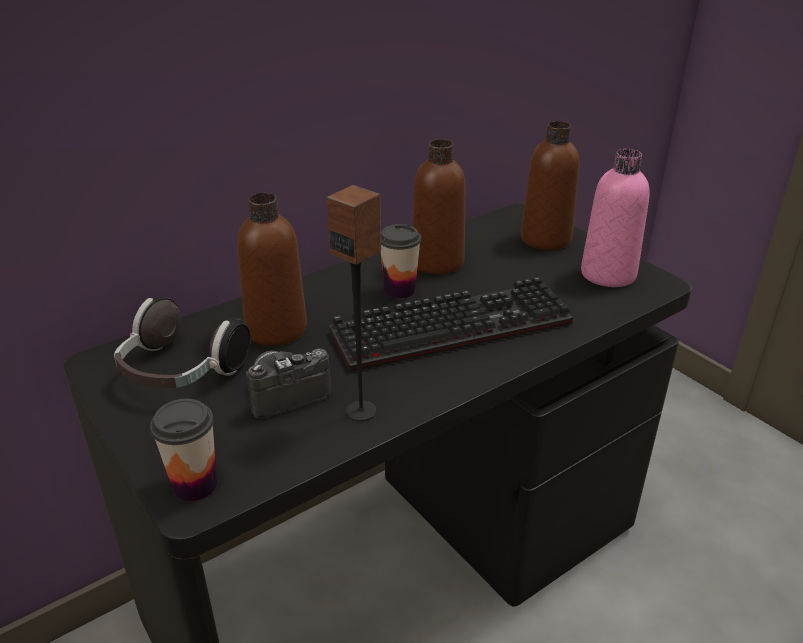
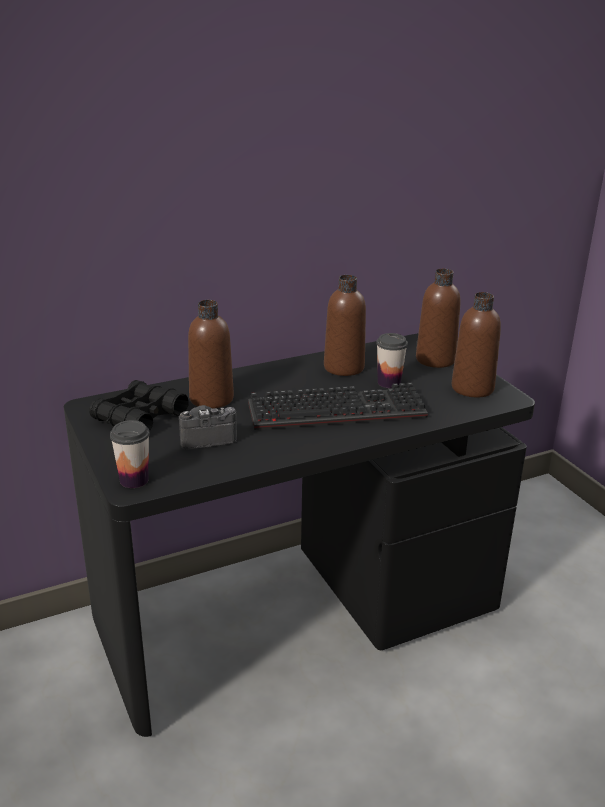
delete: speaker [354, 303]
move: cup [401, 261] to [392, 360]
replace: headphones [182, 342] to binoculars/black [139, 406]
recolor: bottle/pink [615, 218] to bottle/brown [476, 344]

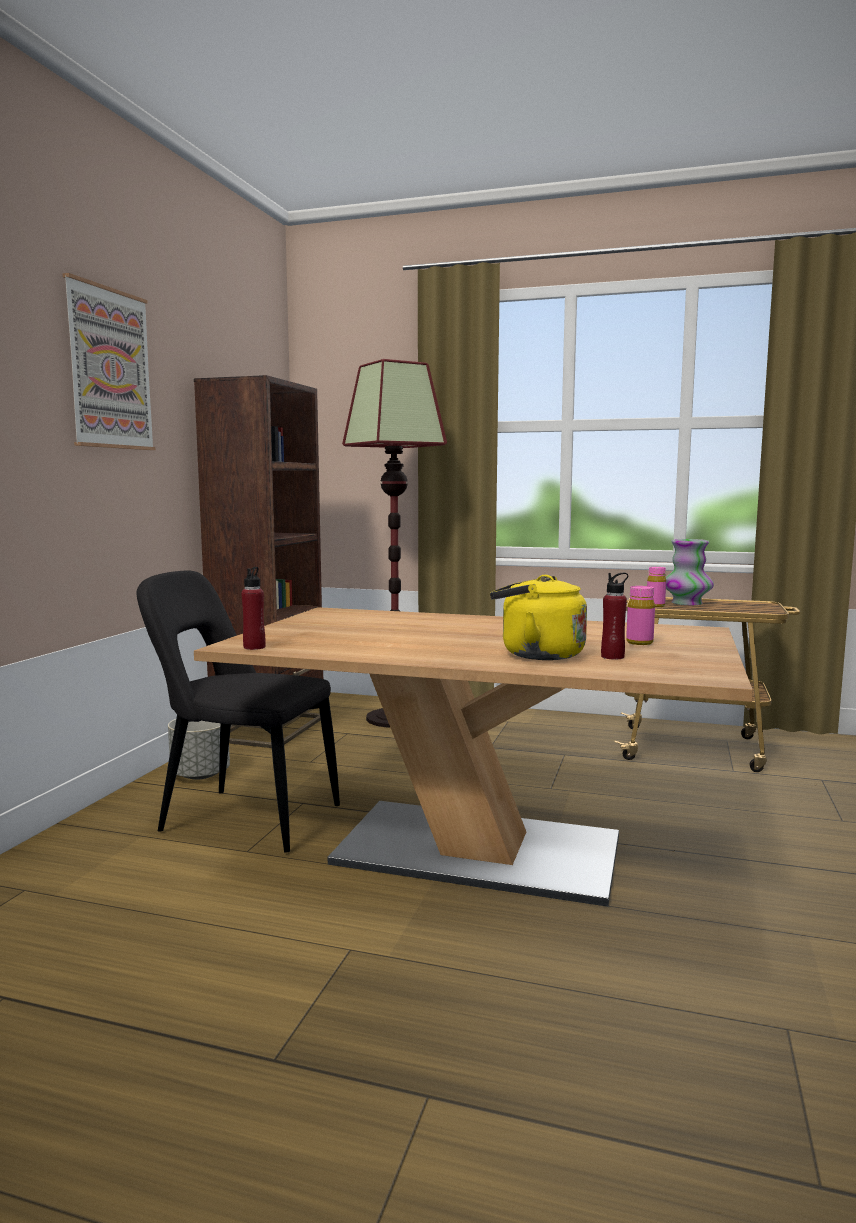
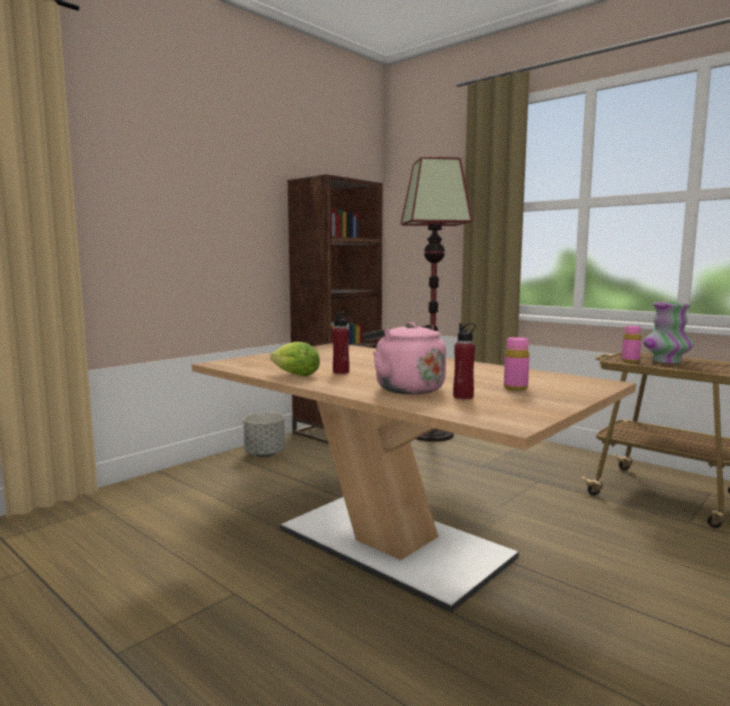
delete: picture [109, 361]; chair/black [238, 711]
insert: lettuce [295, 359]
move: bottle/red [253, 608] to [341, 342]
recolor: kettle/yellow [538, 617] to kettle/pink [404, 358]

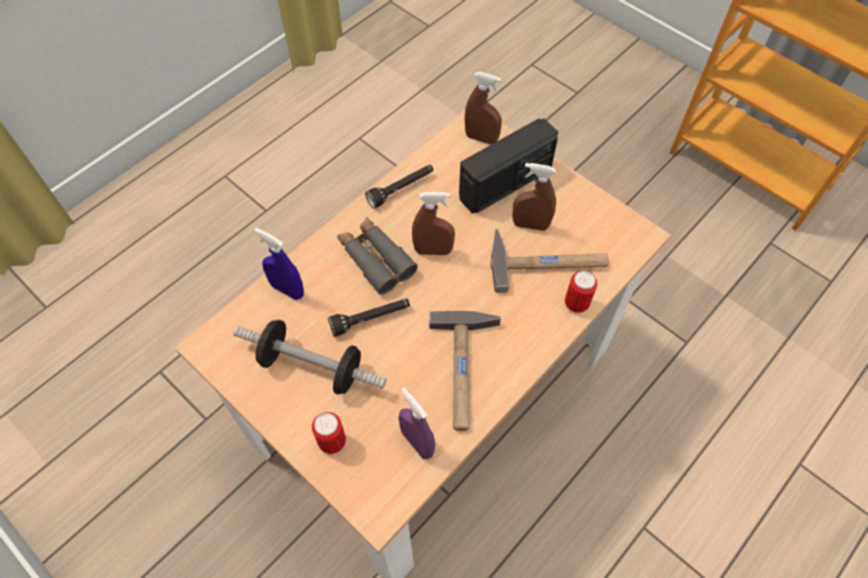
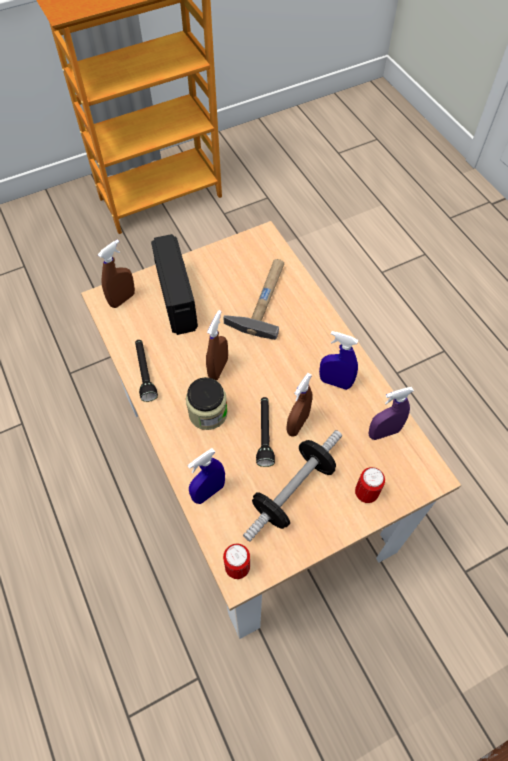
move: spray bottle/brown [534, 197] to [299, 405]; can [581, 292] to [236, 561]
replace: binoculars/grey [377, 256] to jar [207, 403]; hammer [465, 371] to spray bottle/blue [338, 360]

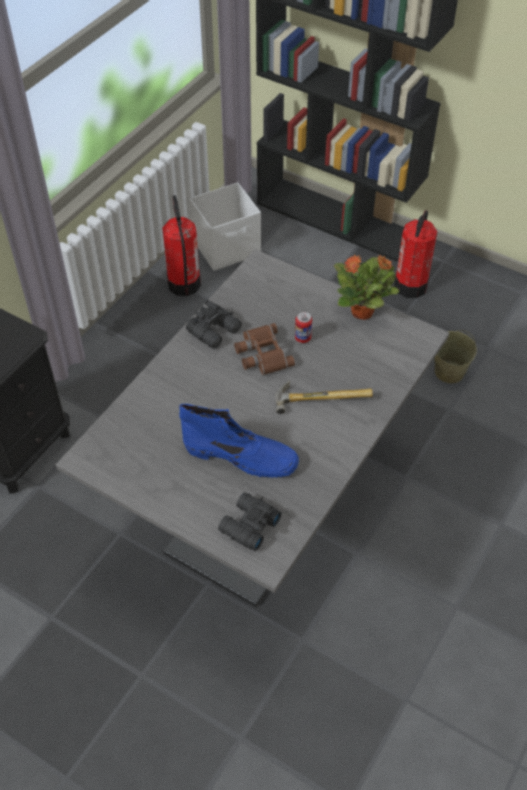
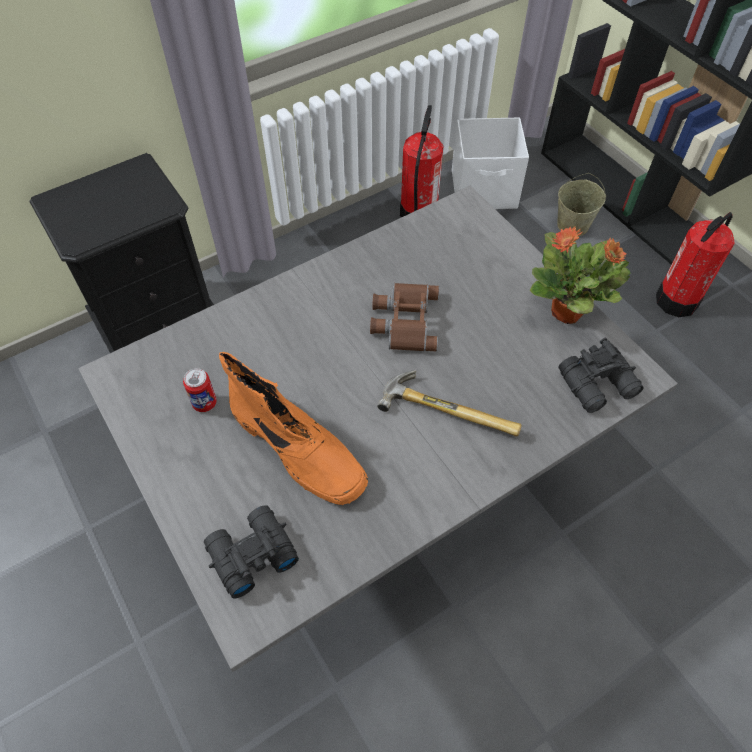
move: binoculars/black [214, 324] to [601, 375]; can [303, 327] to [200, 390]; bucket/beige [456, 356] to [581, 204]
recolor: boot/blue [239, 441] to boot/orange [293, 428]

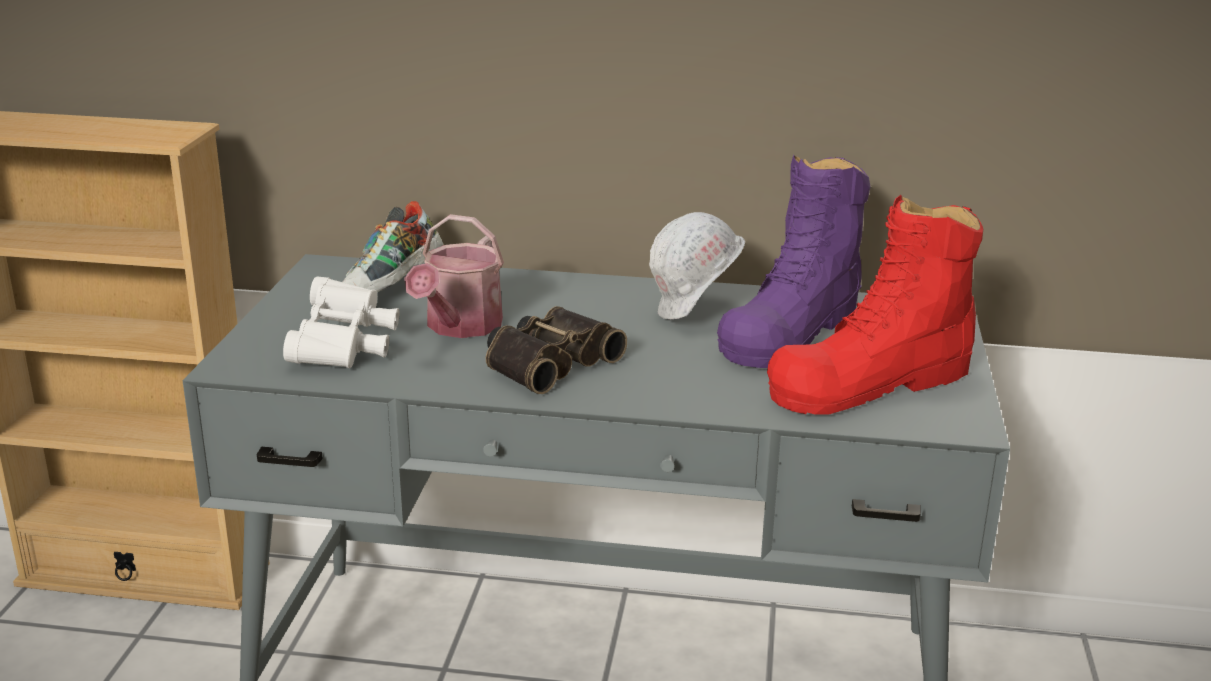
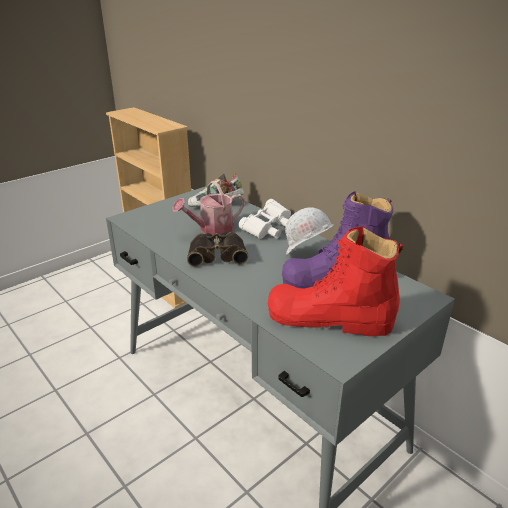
move: binoculars/white [341, 322] to [265, 219]

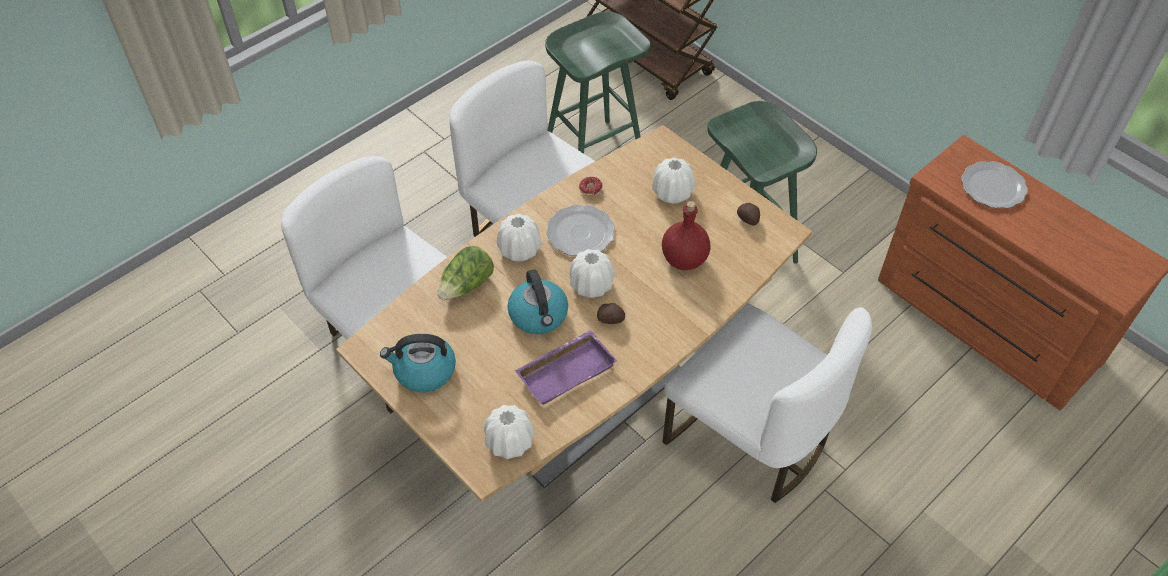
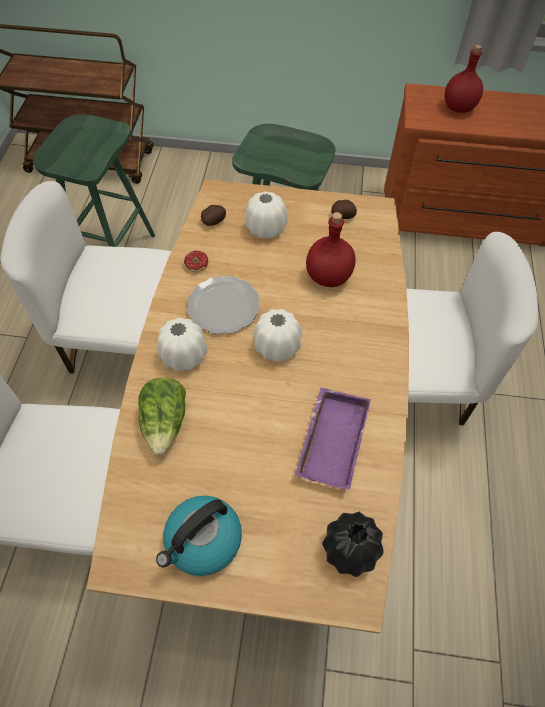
delete: kettle [538, 301]
move: potato [611, 313] to [213, 215]
replace: plate [994, 184] to bottle/red [463, 79]
recolor: vase/white [509, 432] to vase/black [352, 544]

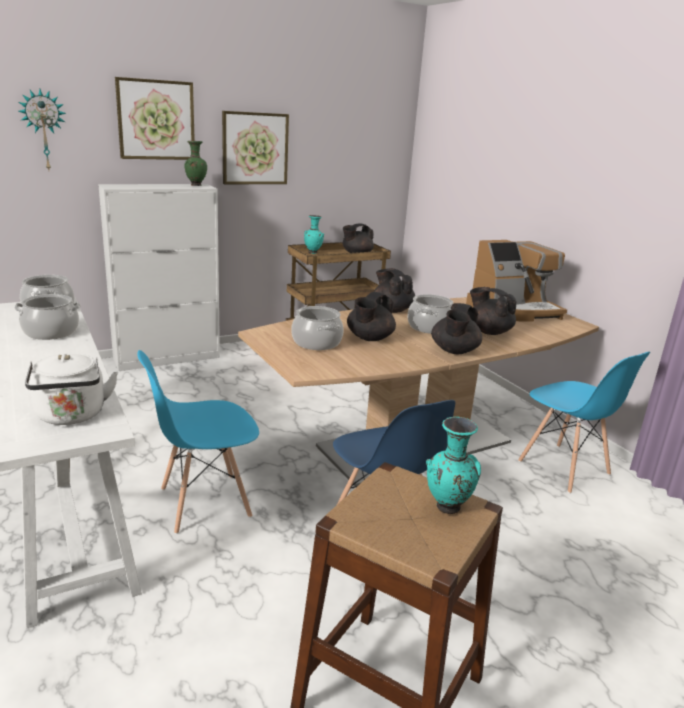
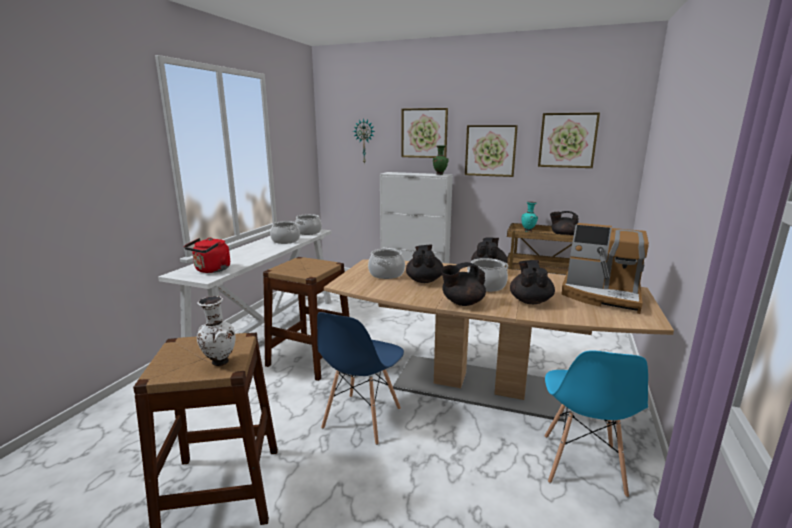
insert: picture [569, 140]
replace: chair/blue [198, 442] to stool/brown [306, 319]
recolor: kettle/white [71, 389] to kettle/red [207, 255]; vase/turquoise [453, 465] to vase/white [216, 331]
rotate: teapot/black [371, 316] = [424, 264] 105 degrees clockwise

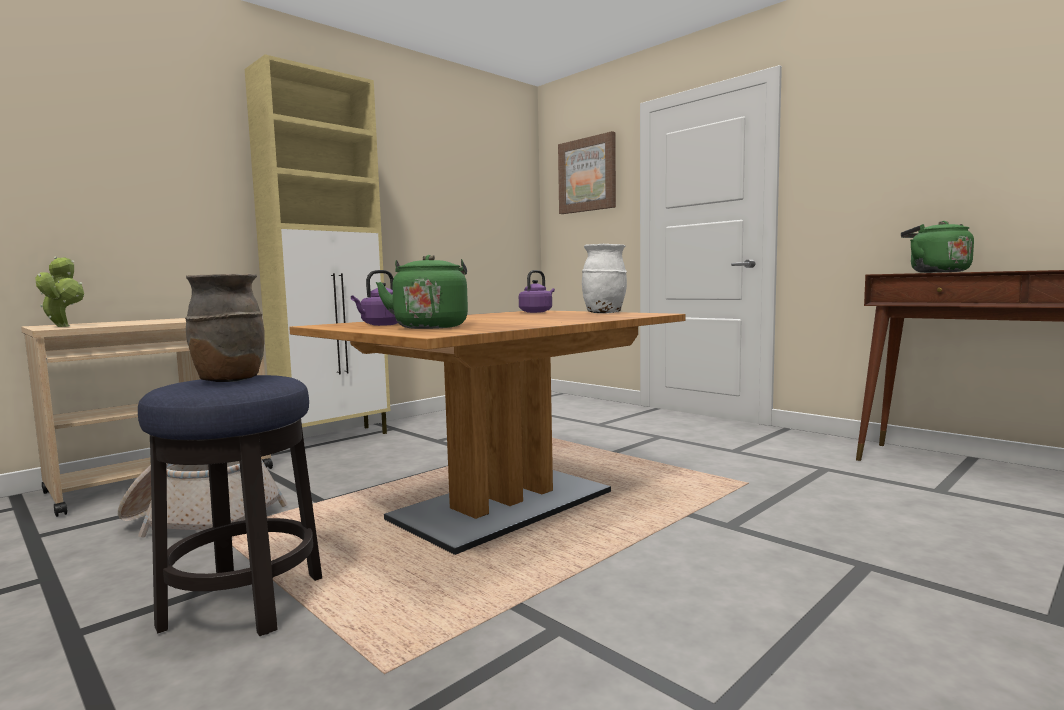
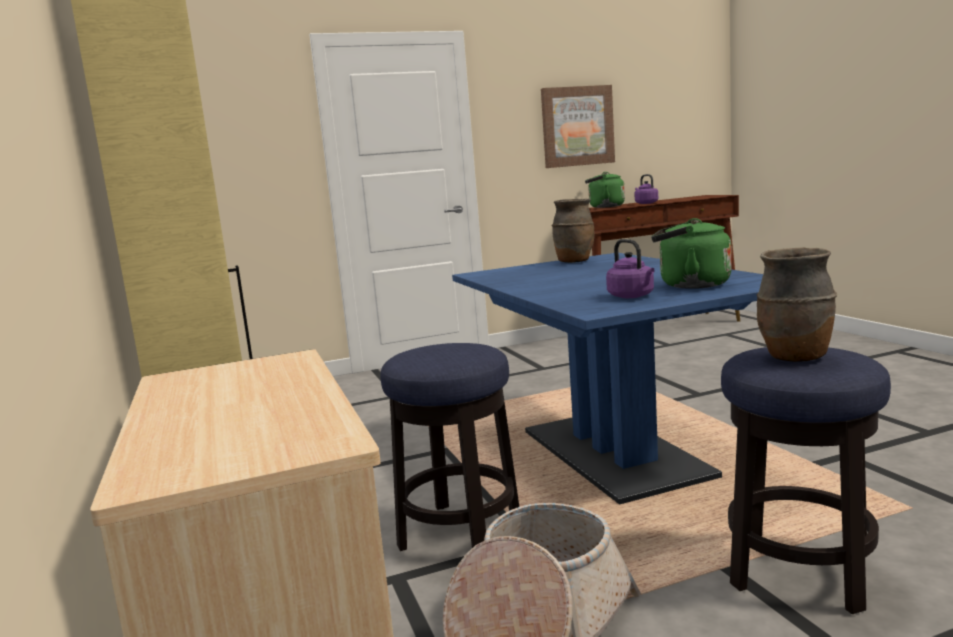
delete: potted plant [59, 291]
insert: stool [450, 447]
move: kettle/purple [537, 291] to [646, 189]; picture [587, 172] to [578, 126]
recolor: dining table/brown [487, 432] to dining table/blue [607, 378]; vase/white [604, 278] to vase/brown [573, 231]

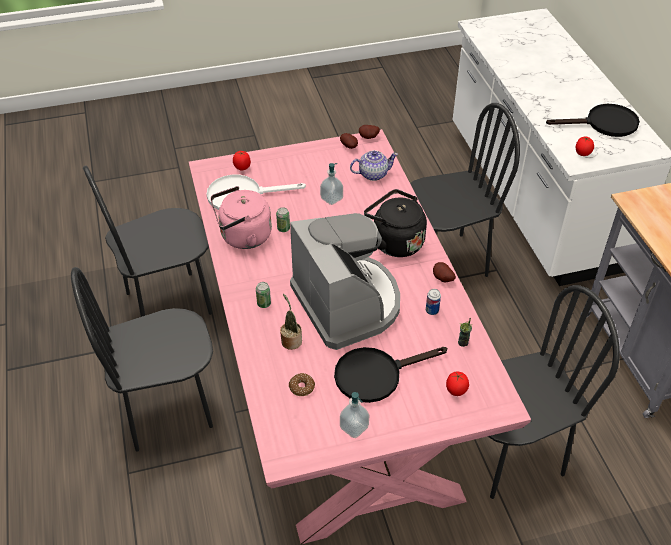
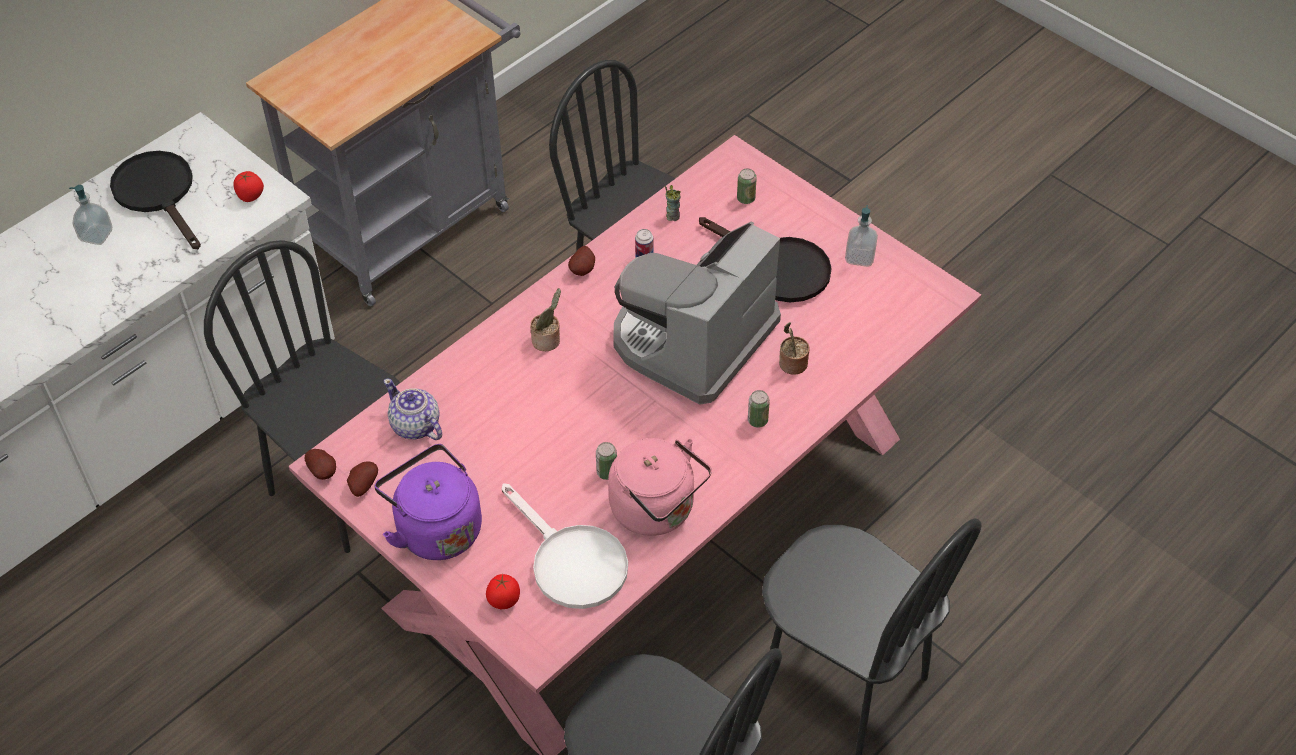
delete: donut [302, 384]
insert: kettle/purple [428, 502]
move: soap dispenser [331, 184] to [90, 215]
replace: kettle/black [395, 223] to potted plant [545, 319]; tomato [457, 384] to can [747, 186]

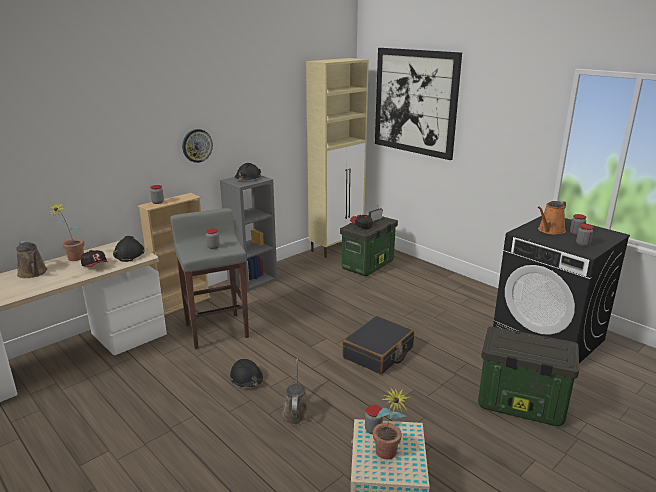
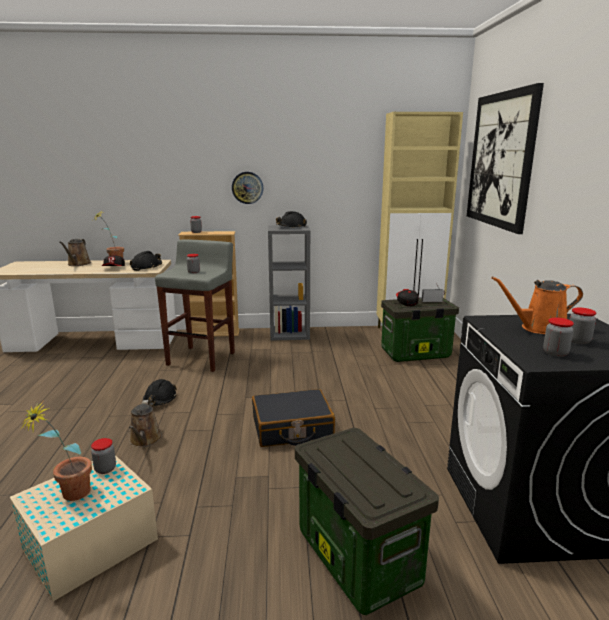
rotate: watering can/brown [296, 391] = [145, 423] 135 degrees clockwise

